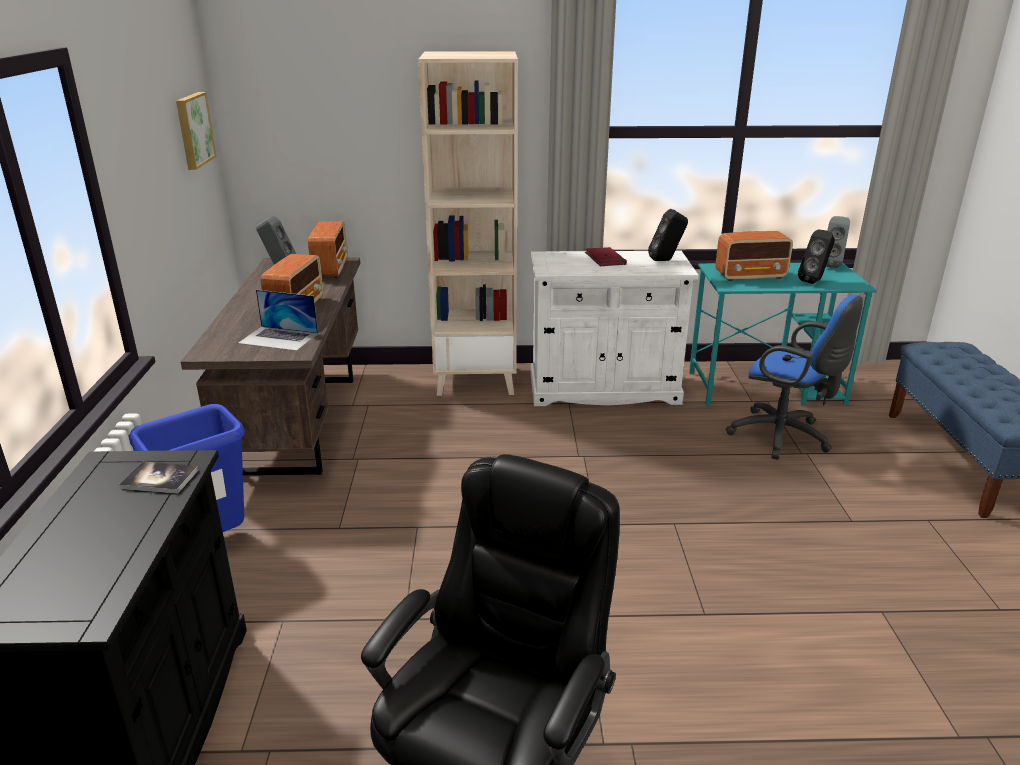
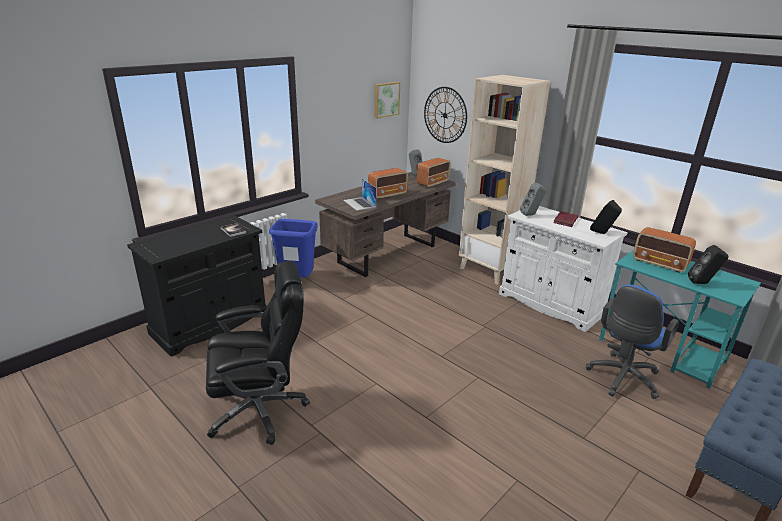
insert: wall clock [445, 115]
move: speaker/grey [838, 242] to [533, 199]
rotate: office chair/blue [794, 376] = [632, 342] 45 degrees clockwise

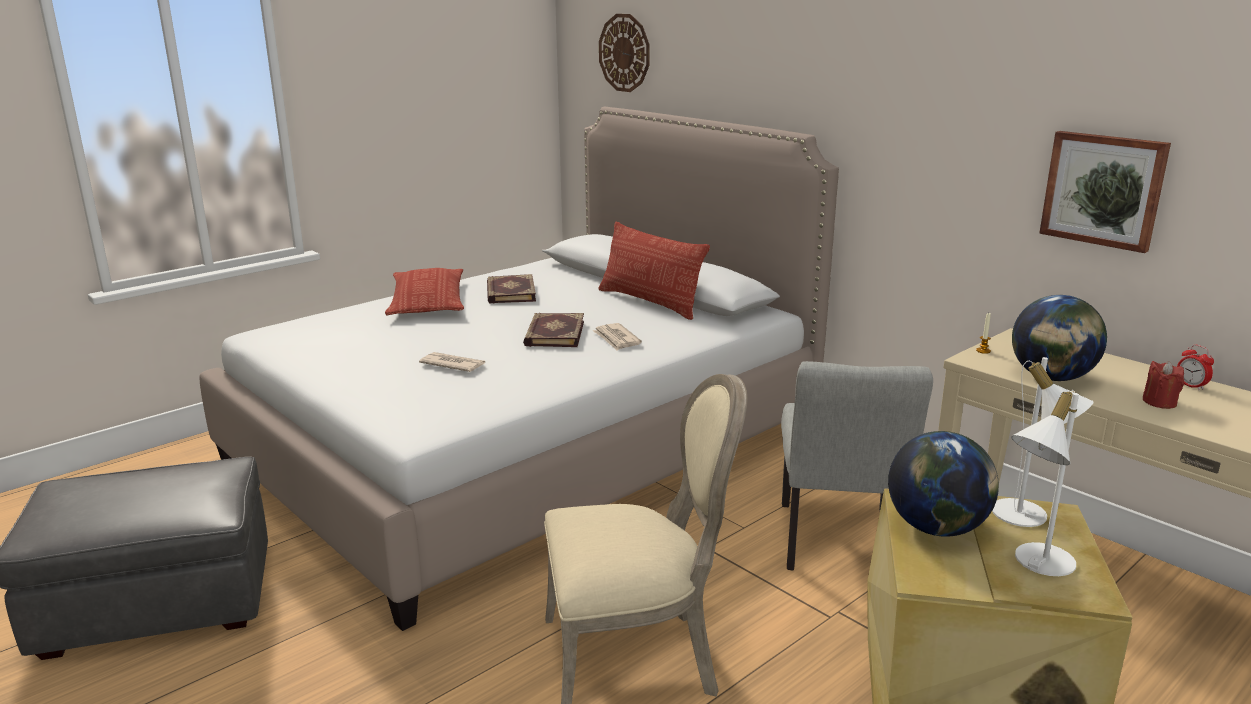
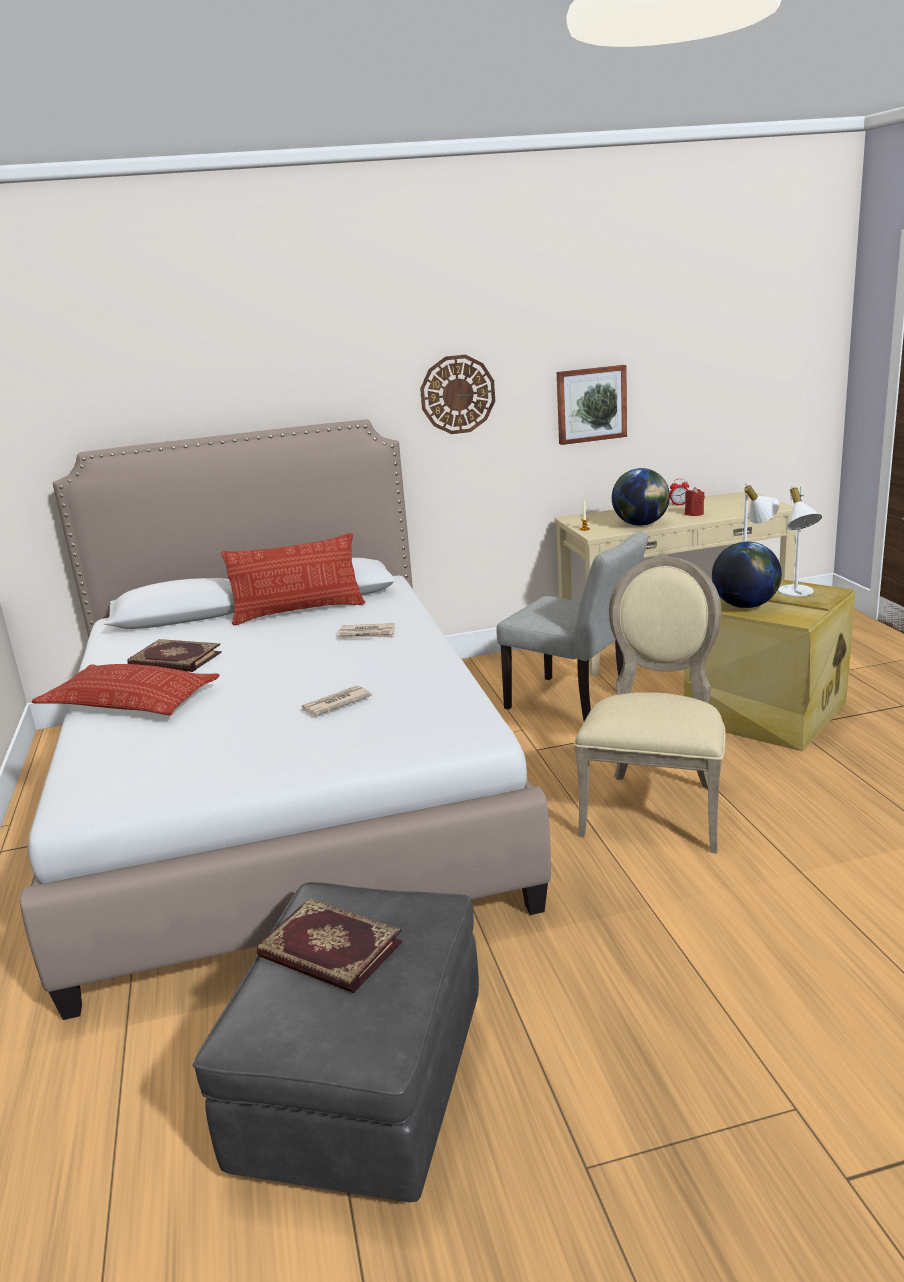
move: book [553, 330] to [329, 945]; wall clock [624, 53] to [457, 394]

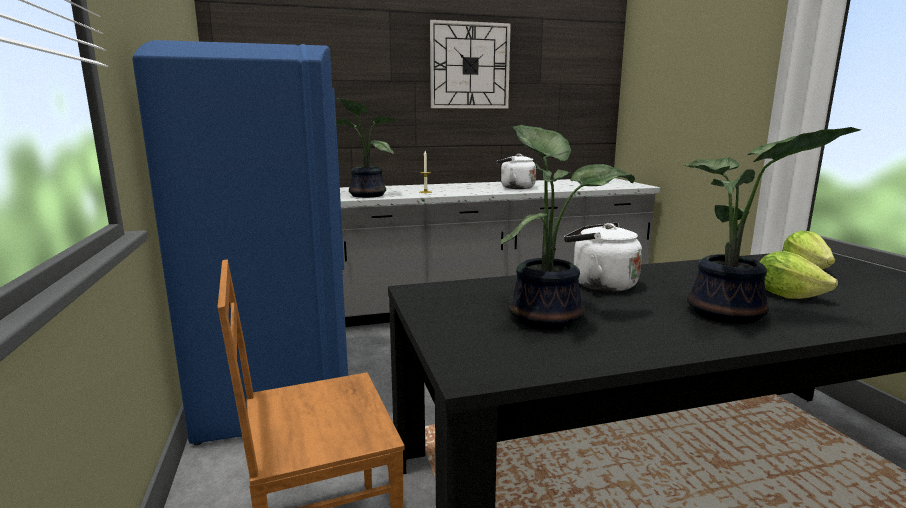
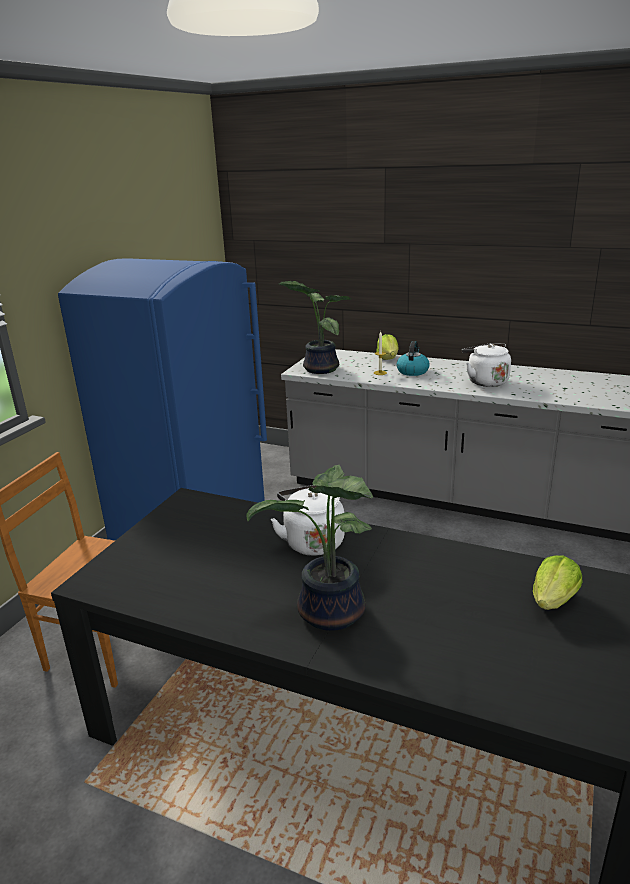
delete: wall clock [470, 64]; potted plant [568, 227]
insert: kettle [413, 358]
move: lettuce [799, 275] to [387, 347]

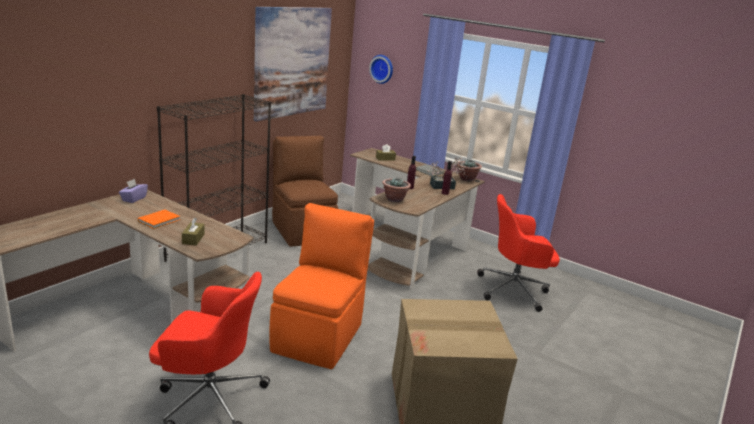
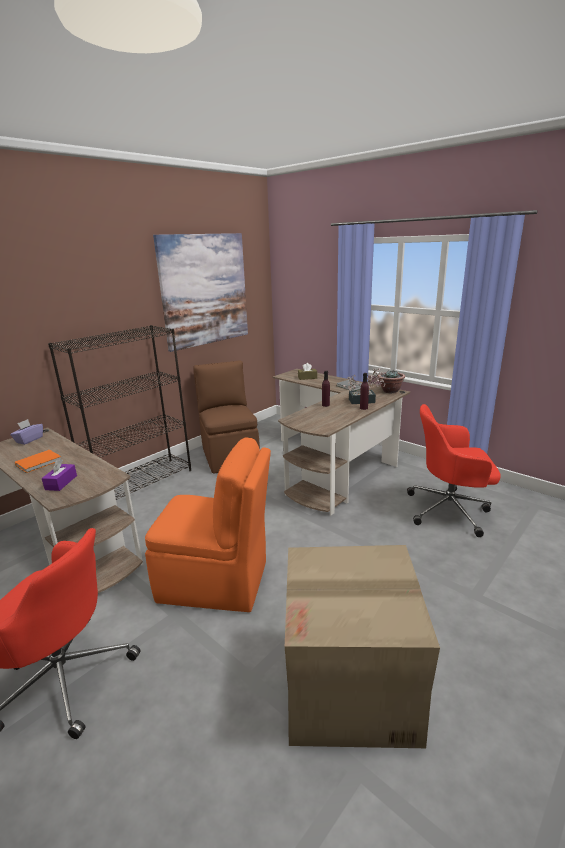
delete: wall clock [381, 69]; potted plant [396, 190]
recolor: tissue box/brown [193, 231] to tissue box/purple [59, 475]
rotate: chair/orange [321, 286] = [208, 524] 75 degrees clockwise

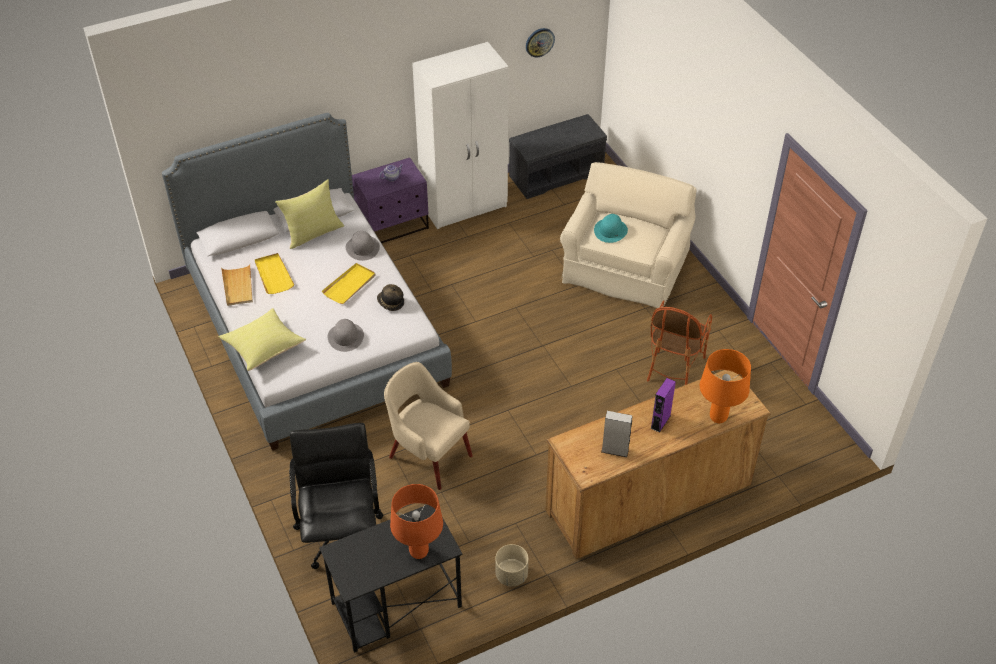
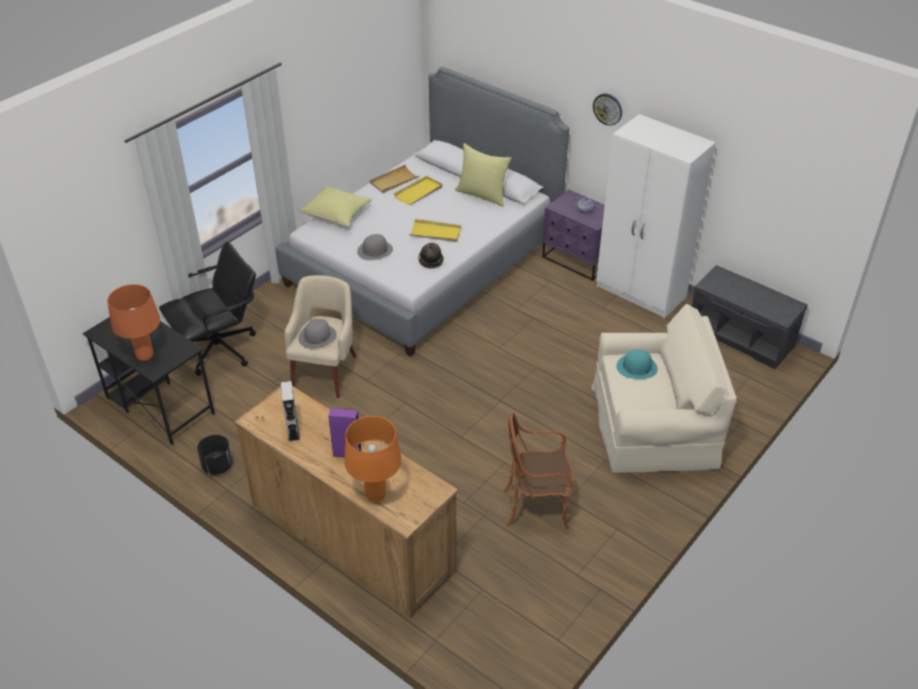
move: hat/grey [362, 246] to [318, 334]; wall clock [540, 43] to [607, 109]
recolor: planter/beige [512, 565] to planter/black [215, 455]

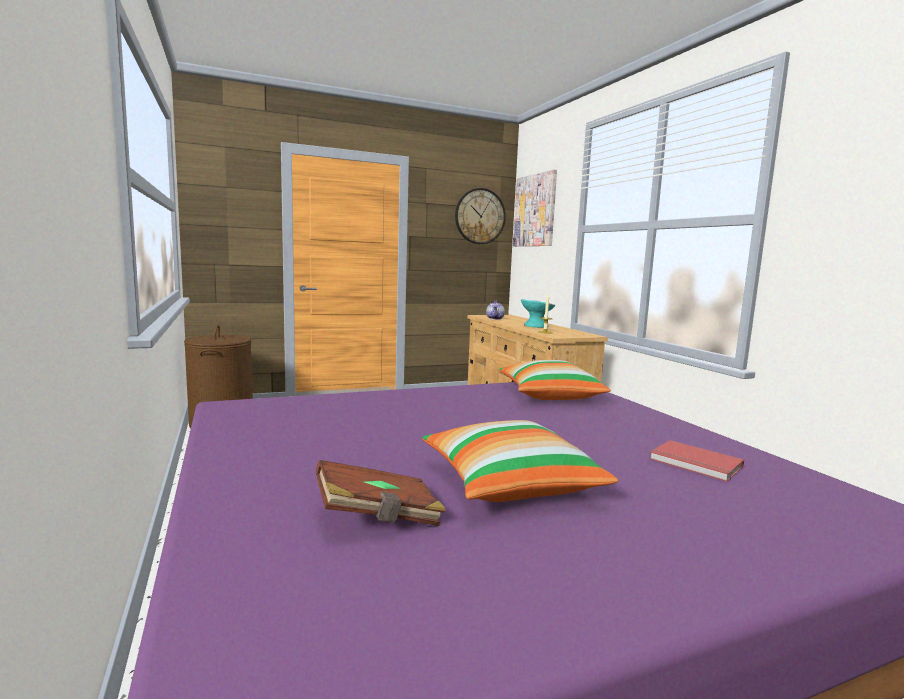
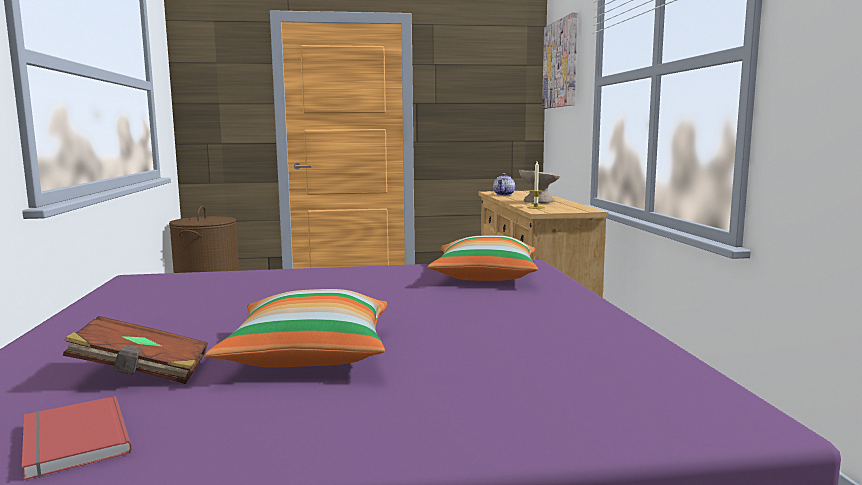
delete: wall clock [480, 216]
move: book/red [696, 461] to [77, 438]
recolor: bowl/turquoise [538, 313] to bowl/beige [539, 186]

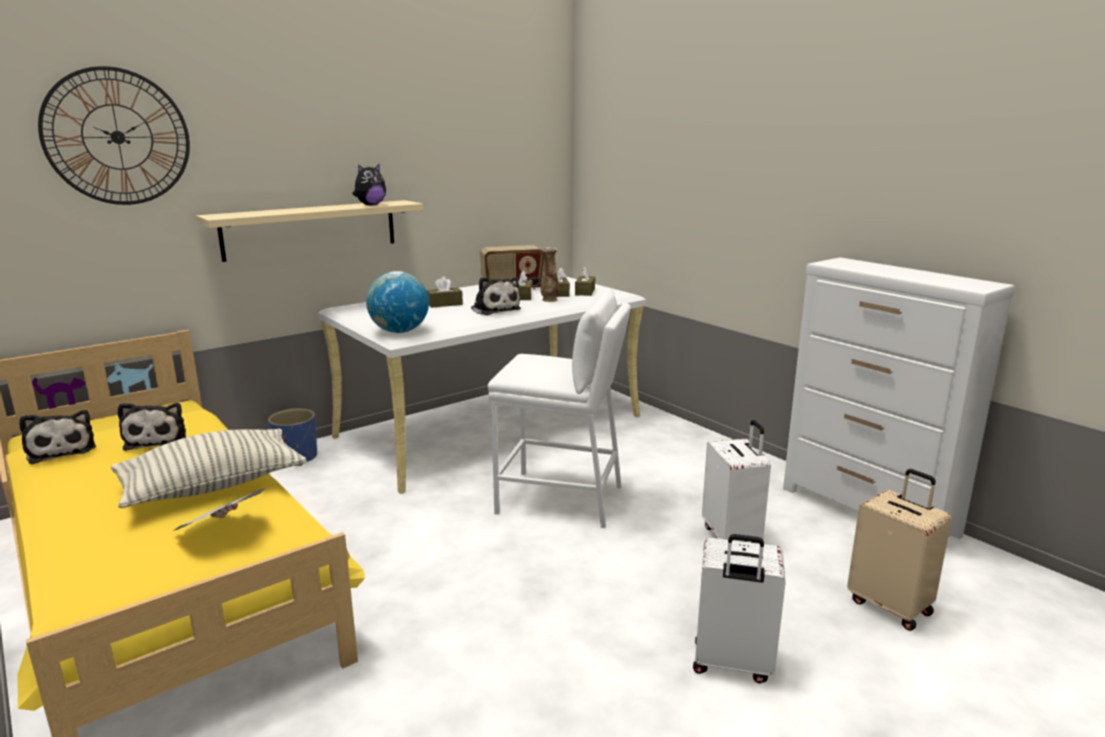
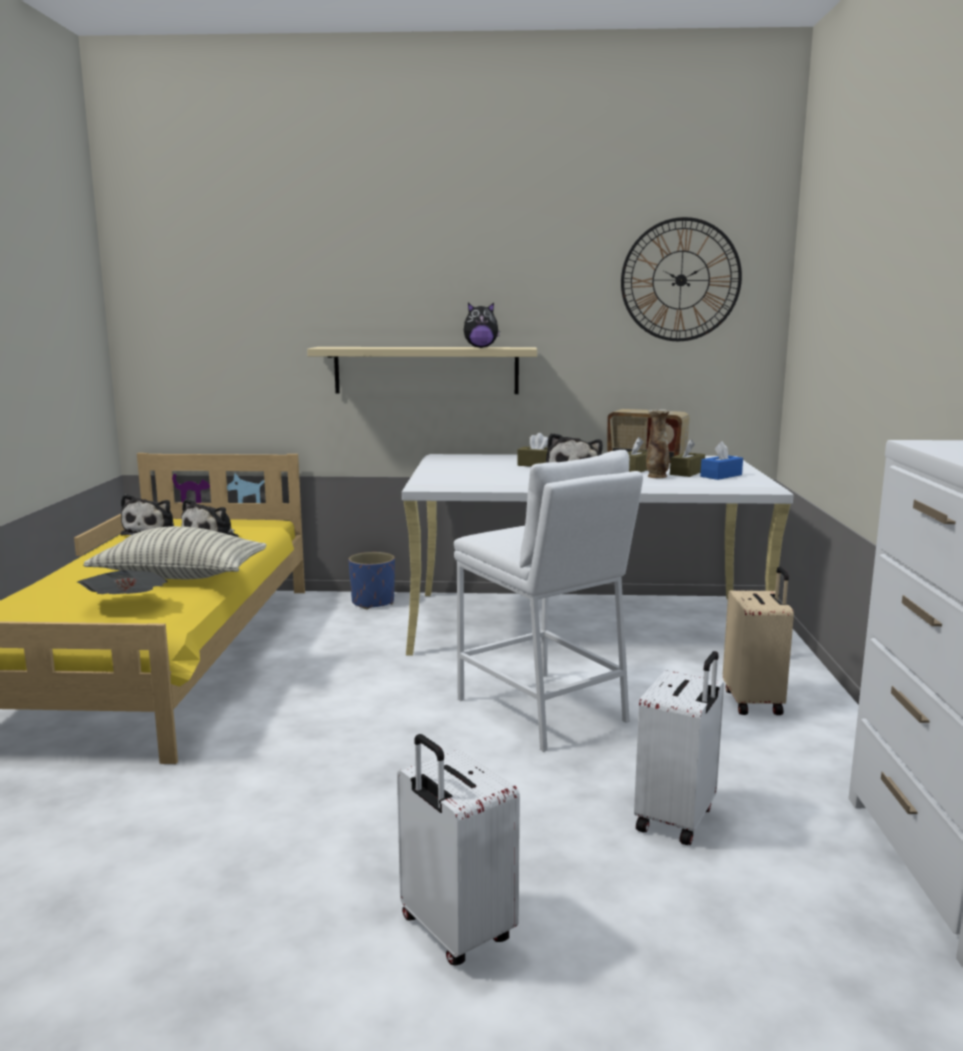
delete: globe [397, 302]
move: wall clock [114, 135] to [681, 279]; suitcase/beige [899, 550] to [758, 641]
recolor: tissue box/brown [585, 281] to tissue box/blue [721, 460]

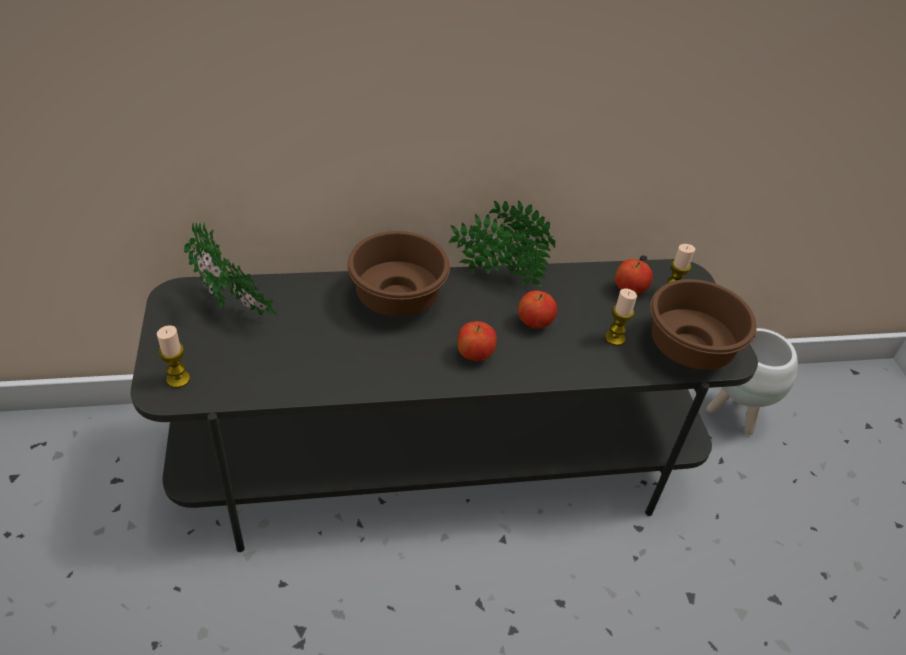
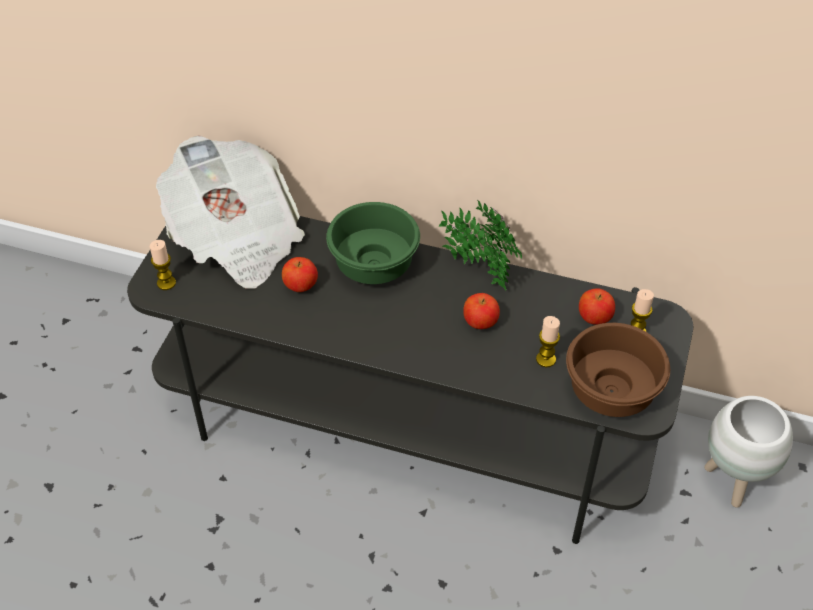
move: apple [477, 341] to [300, 274]
replace: potted plant [230, 268] to newspaper [230, 212]
recolor: bowl/brown [398, 274] to bowl/green [373, 243]

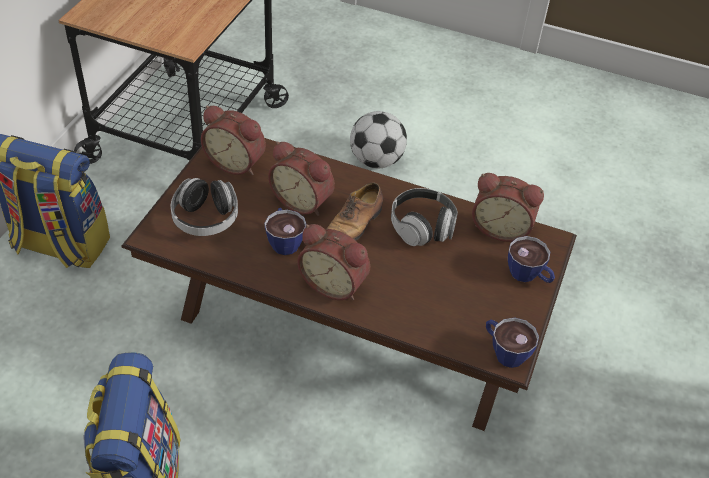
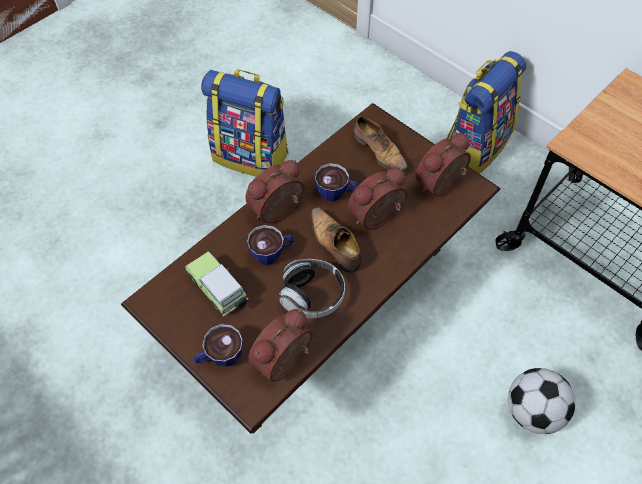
insert: toy car [216, 284]
move: cup [512, 342] to [270, 245]
replace: headphones [204, 207] to shoe [381, 144]

